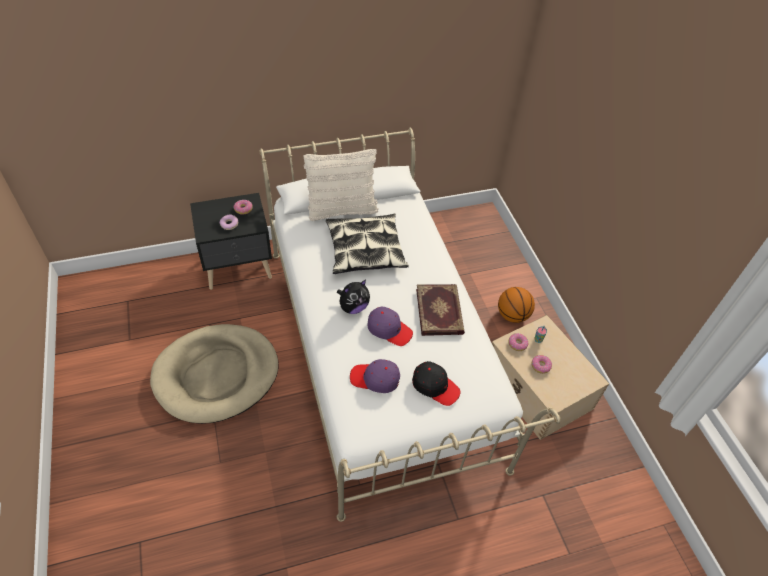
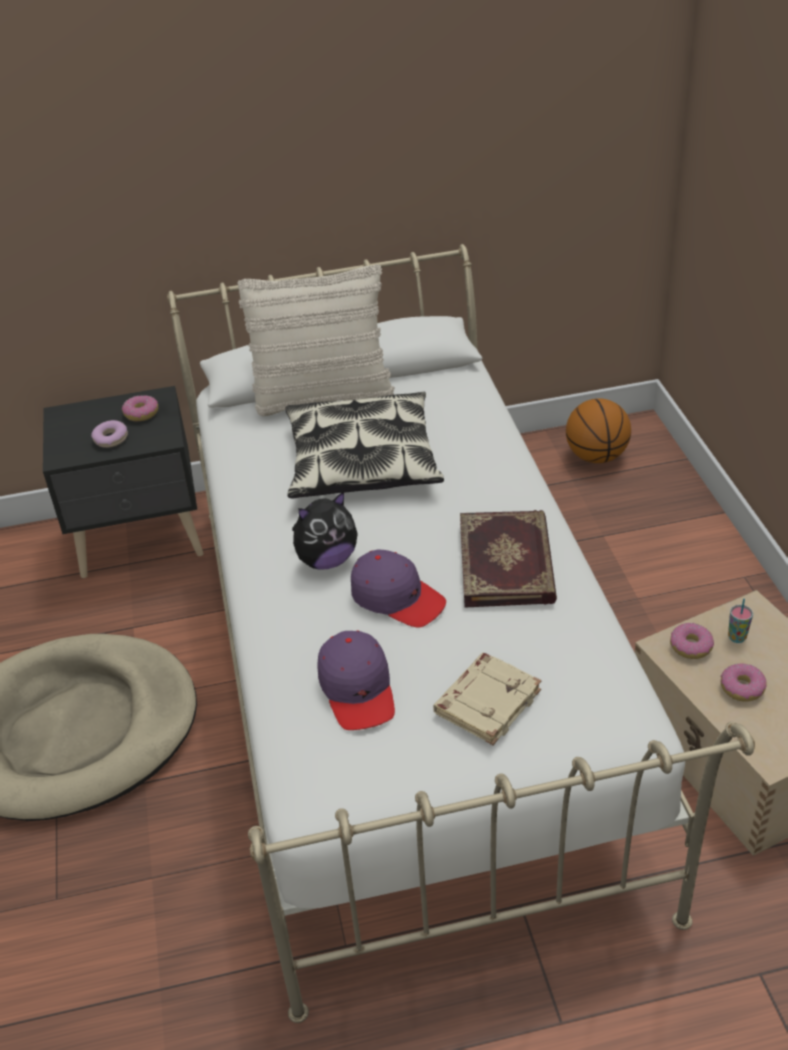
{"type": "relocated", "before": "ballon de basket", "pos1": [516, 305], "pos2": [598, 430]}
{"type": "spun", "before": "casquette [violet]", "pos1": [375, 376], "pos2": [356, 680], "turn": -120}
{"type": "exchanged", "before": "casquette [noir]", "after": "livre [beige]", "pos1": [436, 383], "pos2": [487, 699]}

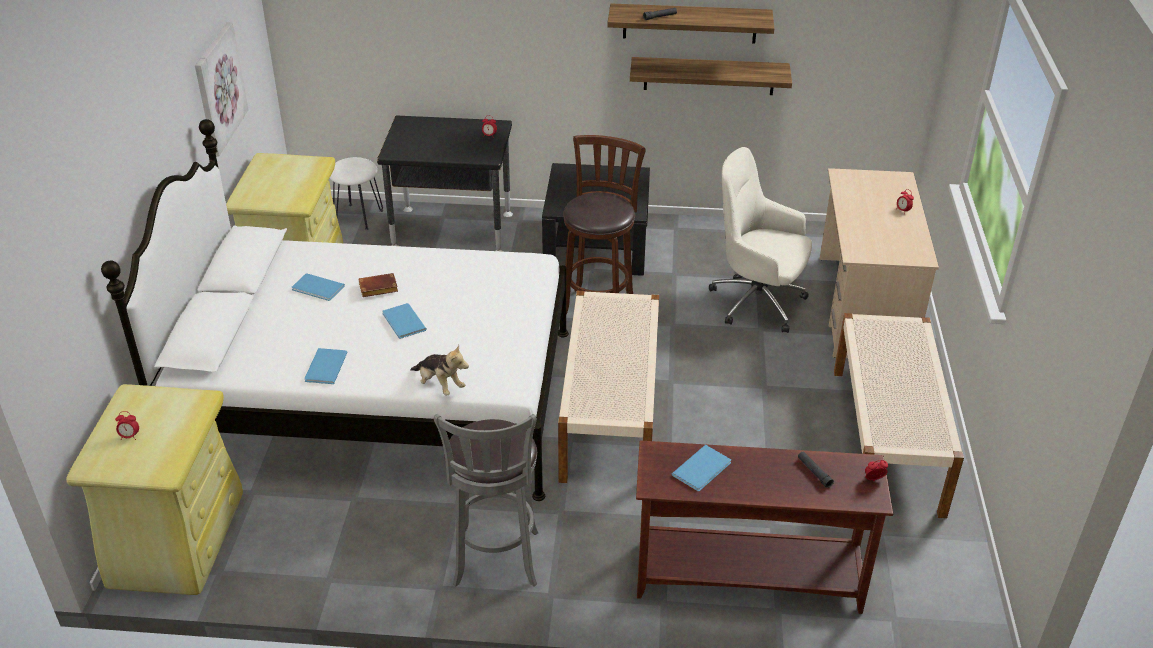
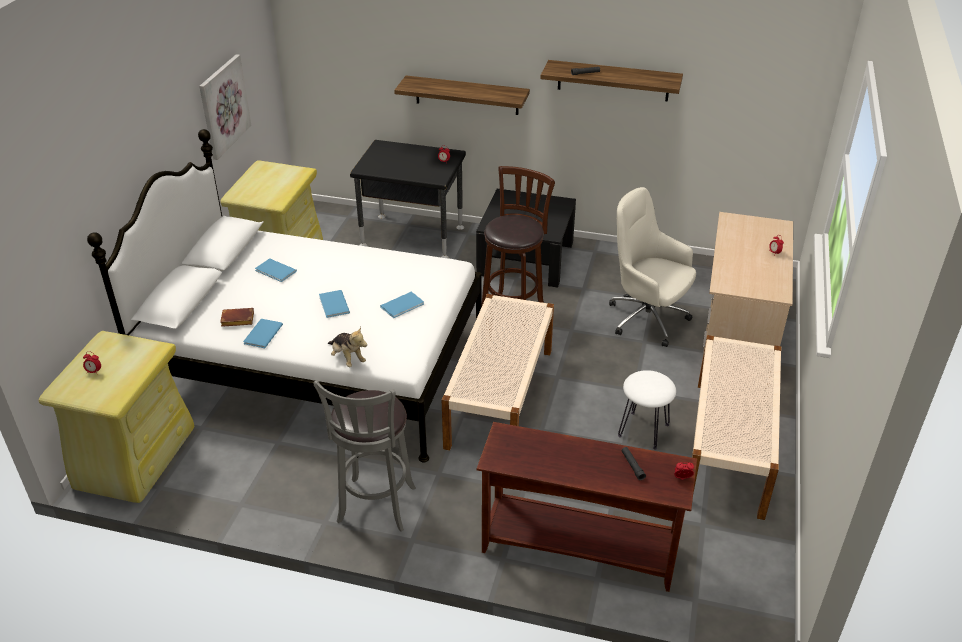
{"type": "relocated", "before": "étagère", "pos1": [711, 76], "pos2": [462, 95]}
{"type": "relocated", "before": "tabouret [blanc]", "pos1": [356, 193], "pos2": [647, 409]}
{"type": "relocated", "before": "livre [marron]", "pos1": [378, 285], "pos2": [237, 317]}
{"type": "relocated", "before": "livre [bleu]", "pos1": [701, 468], "pos2": [402, 305]}

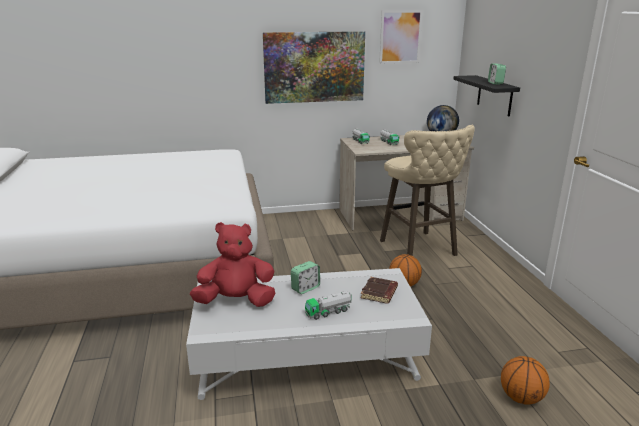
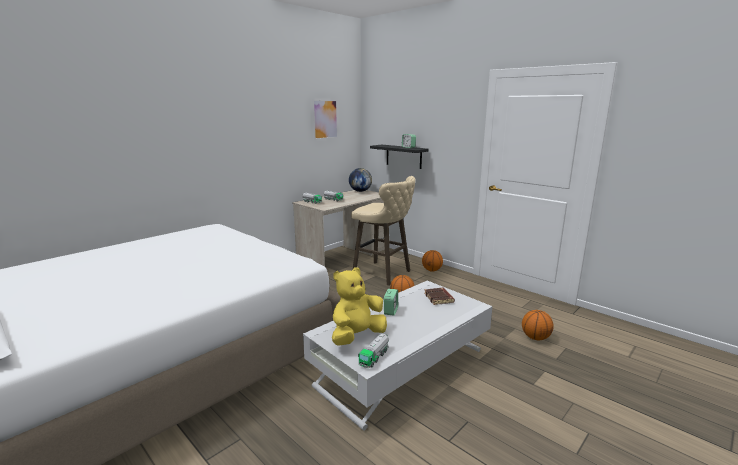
{"type": "missing", "before": "tableau", "pos1": [314, 67]}
{"type": "colour", "before": "peluche [rouge]", "after": "peluche [jaune]", "pos1": [233, 264], "pos2": [359, 306]}
{"type": "relocated", "before": "camion jouet", "pos1": [328, 305], "pos2": [373, 350]}
{"type": "appeared", "after": "ballon de basket", "pos2": [432, 261]}

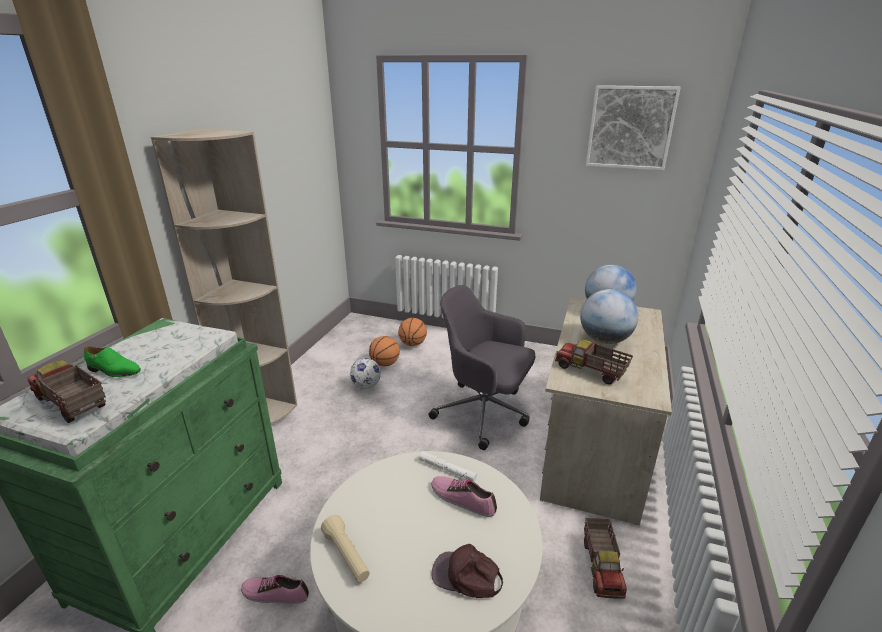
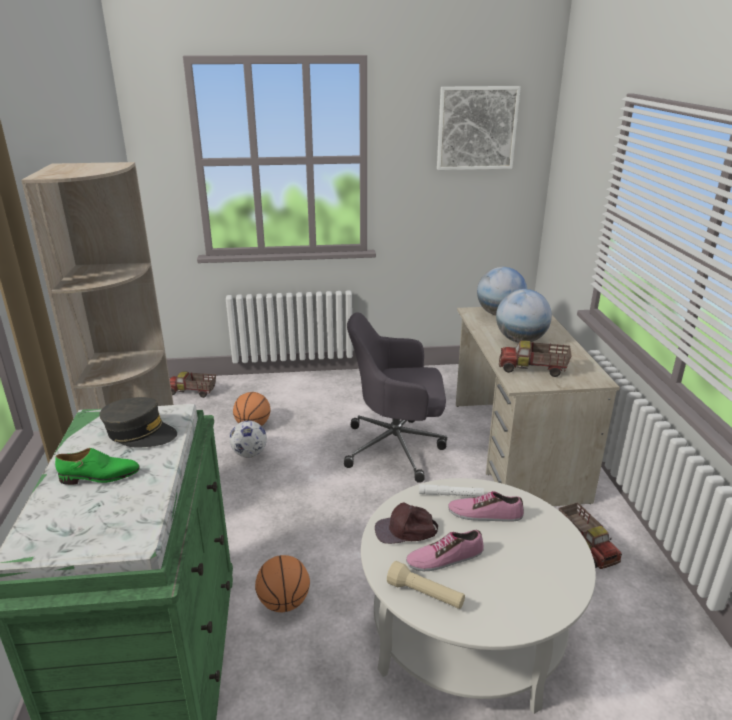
{"type": "relocated", "before": "ballon de basket", "pos1": [412, 332], "pos2": [282, 583]}
{"type": "relocated", "before": "camion jouet", "pos1": [67, 391], "pos2": [193, 385]}
{"type": "relocated", "before": "casquette [marron]", "pos1": [467, 571], "pos2": [406, 523]}
{"type": "relocated", "before": "chaussure", "pos1": [275, 589], "pos2": [445, 550]}
{"type": "appeared", "after": "casquette [gris]", "pos2": [138, 422]}

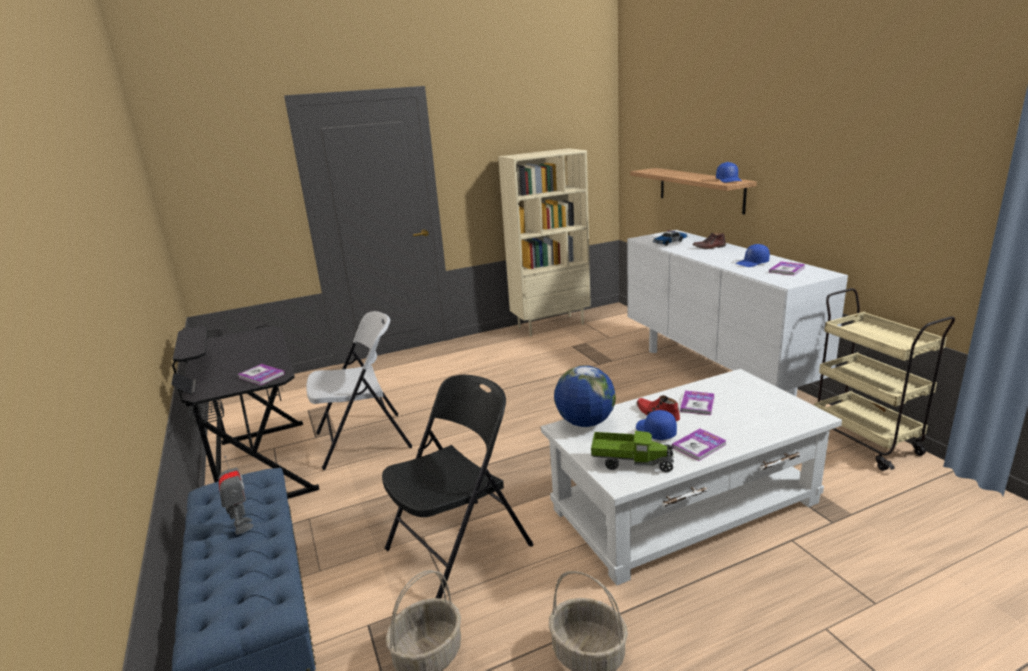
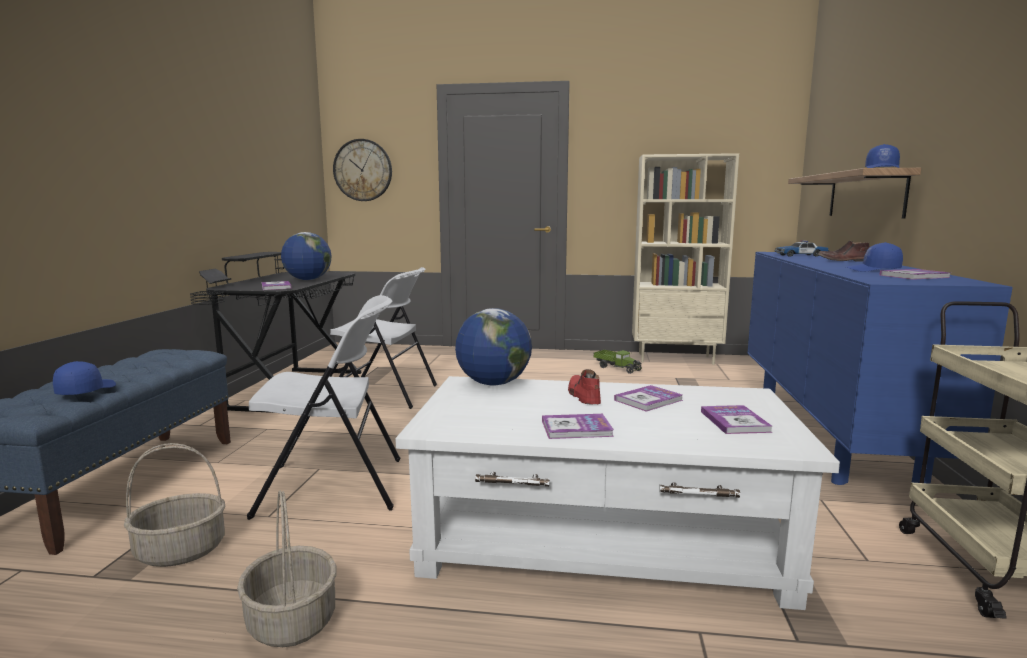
{"type": "colour", "before": "commode [blanc]", "after": "commode [bleu]", "pos1": [737, 313], "pos2": [880, 368]}
{"type": "colour", "before": "chaise [noir]", "after": "chaise [blanc]", "pos1": [457, 487], "pos2": [323, 407]}
{"type": "relocated", "before": "casquette [bleu]", "pos1": [656, 425], "pos2": [84, 378]}
{"type": "relocated", "before": "camion jouet", "pos1": [632, 451], "pos2": [618, 362]}
{"type": "missing", "before": "robot jouet", "pos1": [235, 495]}
{"type": "appeared", "after": "horloge murale", "pos2": [362, 170]}
{"type": "appeared", "after": "globe", "pos2": [306, 256]}
{"type": "appeared", "after": "livre", "pos2": [736, 419]}

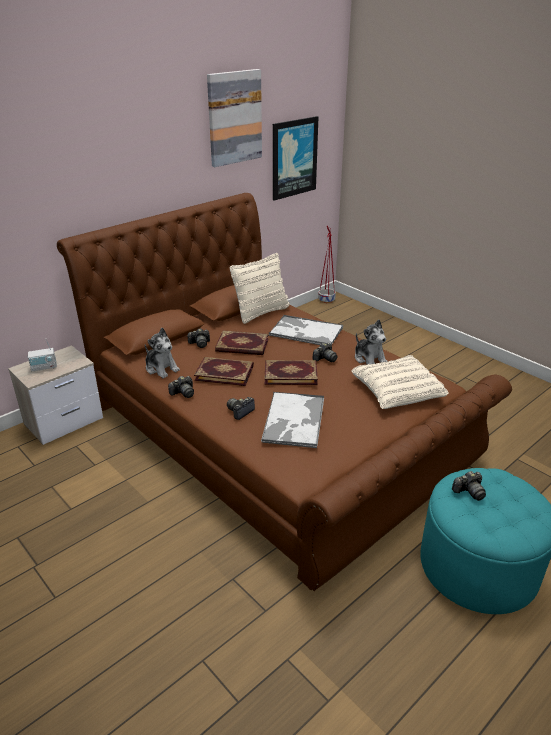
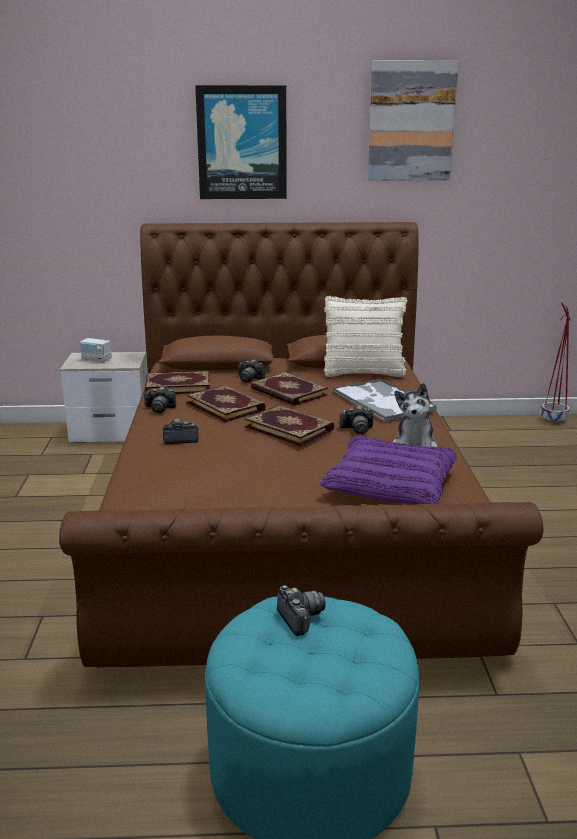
{"type": "relocated", "before": "tableau", "pos1": [296, 158], "pos2": [240, 142]}
{"type": "exchanged", "before": "peluche", "after": "livre", "pos1": [162, 353], "pos2": [177, 382]}
{"type": "colour", "before": "coussin [beige]", "after": "coussin [violet]", "pos1": [400, 382], "pos2": [388, 470]}
{"type": "missing", "before": "plateau", "pos1": [292, 420]}
{"type": "spun", "before": "appareil photo", "pos1": [469, 486], "pos2": [301, 610], "turn": -135}

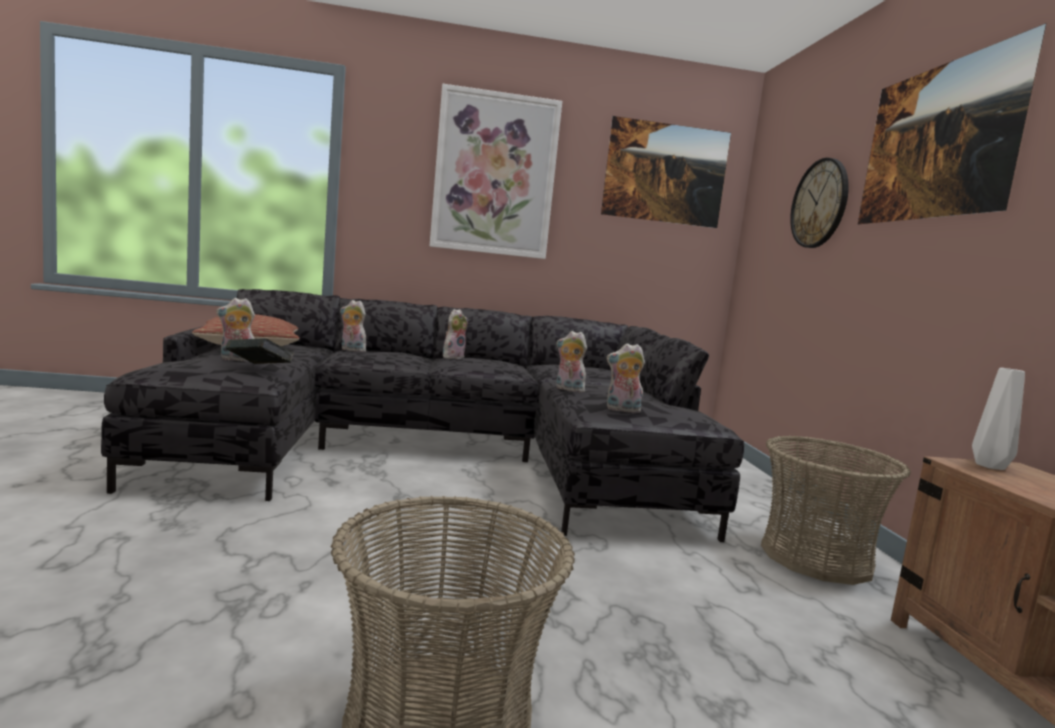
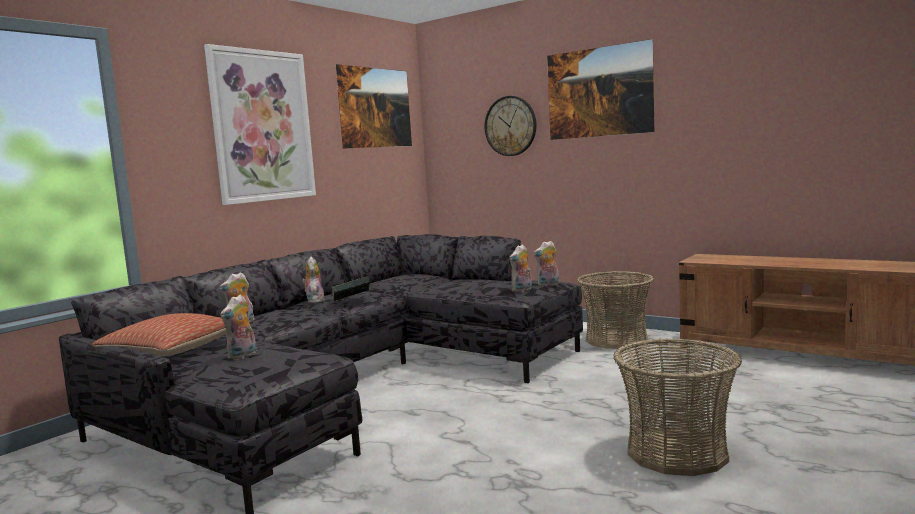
{"type": "relocated", "before": "peluche", "pos1": [571, 361], "pos2": [546, 263]}
{"type": "relocated", "before": "livre", "pos1": [259, 351], "pos2": [350, 288]}
{"type": "missing", "before": "vase [blanc]", "pos1": [998, 419]}

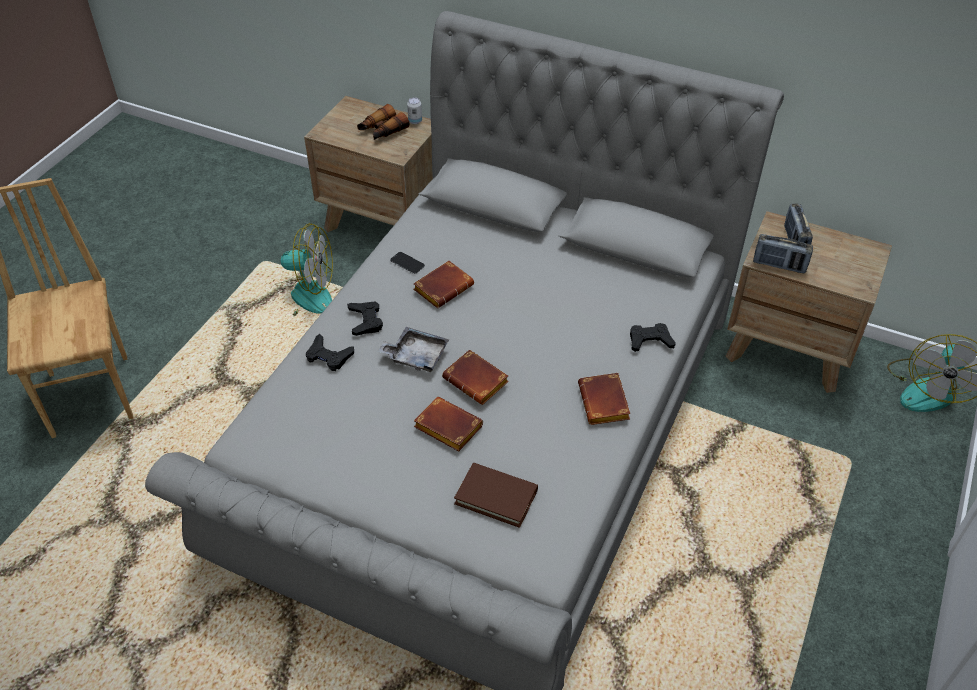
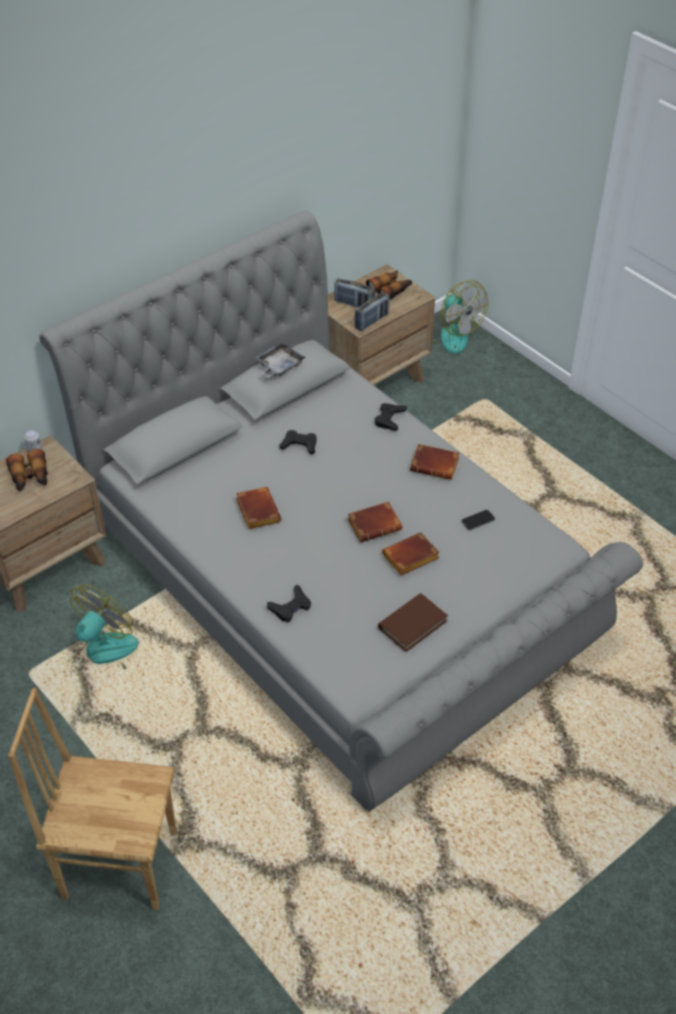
{"type": "relocated", "before": "téléphone", "pos1": [407, 263], "pos2": [478, 520]}
{"type": "relocated", "before": "manette [noir]", "pos1": [365, 318], "pos2": [298, 442]}
{"type": "relocated", "before": "plateau [gris]", "pos1": [413, 349], "pos2": [279, 360]}
{"type": "relocated", "before": "livre [marron]", "pos1": [496, 495], "pos2": [413, 622]}
{"type": "appeared", "after": "jumelles", "pos2": [389, 284]}

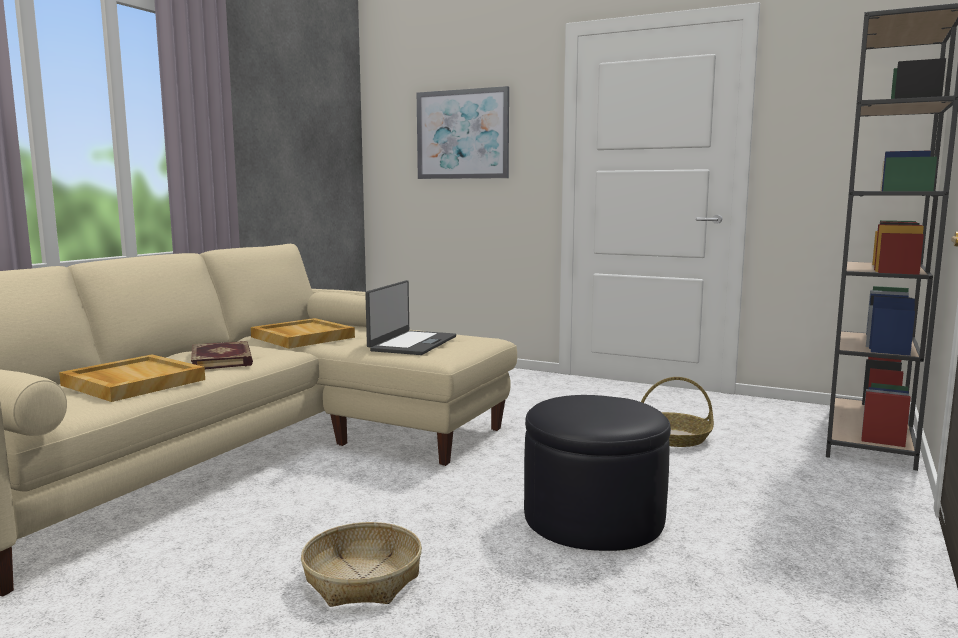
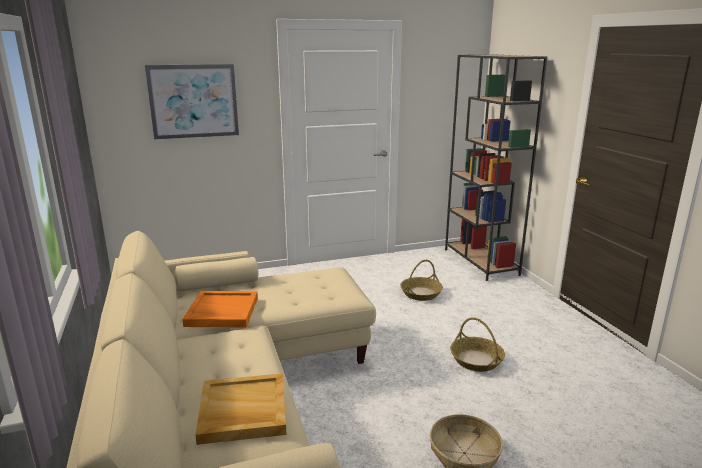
{"type": "missing", "before": "ordinateur portable", "pos1": [410, 317]}
{"type": "colour", "before": "plateau [beige]", "after": "plateau [orange]", "pos1": [303, 333], "pos2": [220, 309]}
{"type": "missing", "before": "livre", "pos1": [222, 355]}
{"type": "exchanged", "before": "pouf [noir]", "after": "panier", "pos1": [597, 473], "pos2": [477, 344]}

